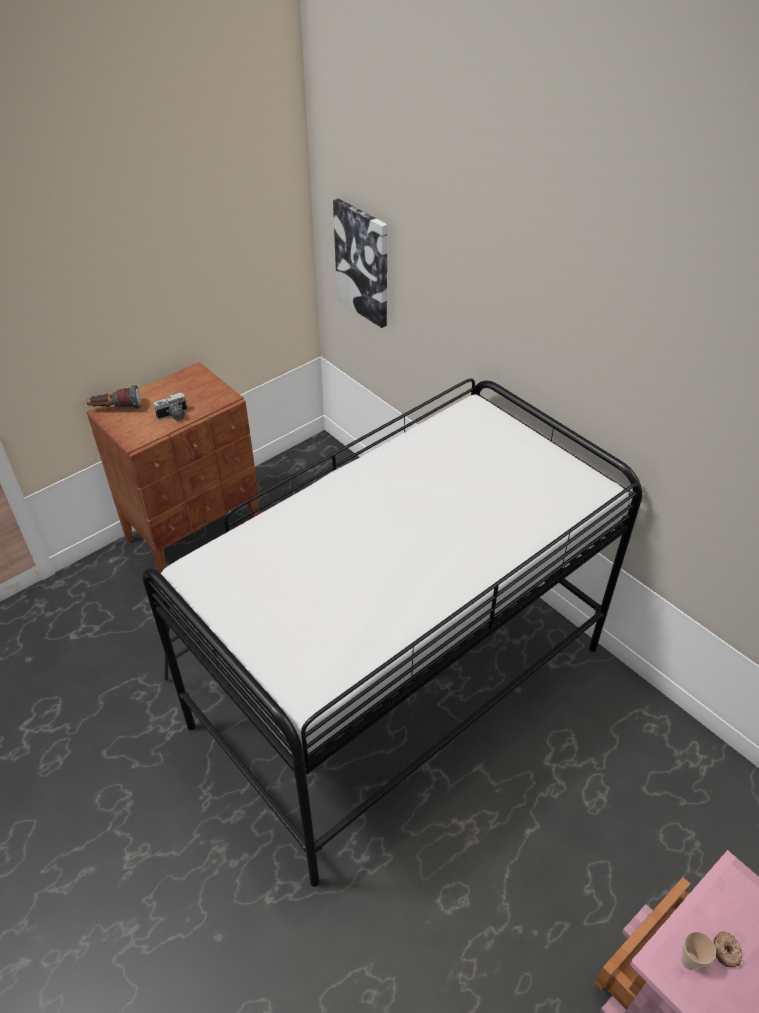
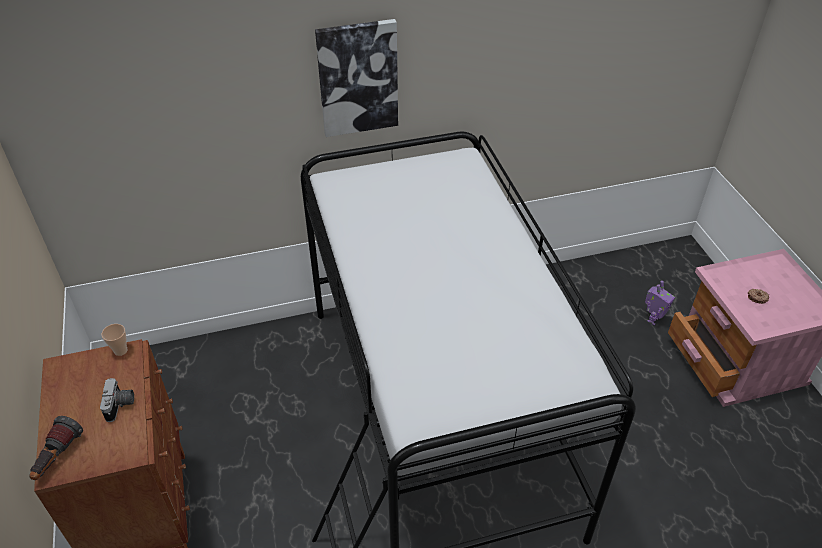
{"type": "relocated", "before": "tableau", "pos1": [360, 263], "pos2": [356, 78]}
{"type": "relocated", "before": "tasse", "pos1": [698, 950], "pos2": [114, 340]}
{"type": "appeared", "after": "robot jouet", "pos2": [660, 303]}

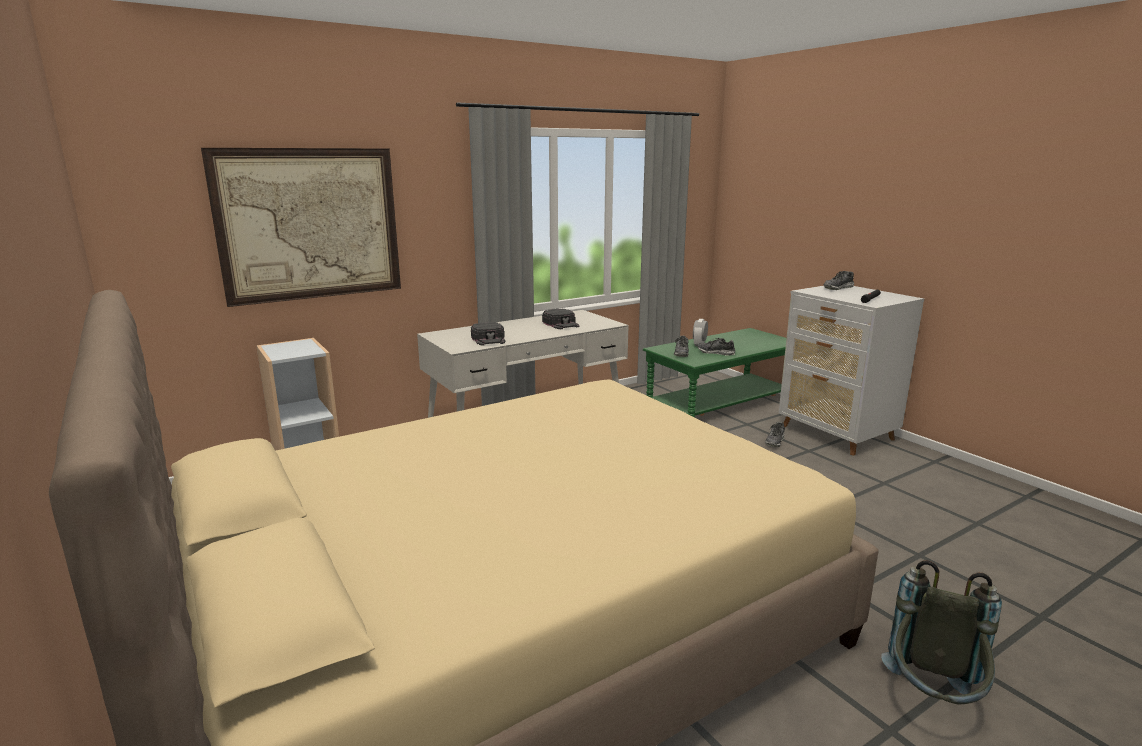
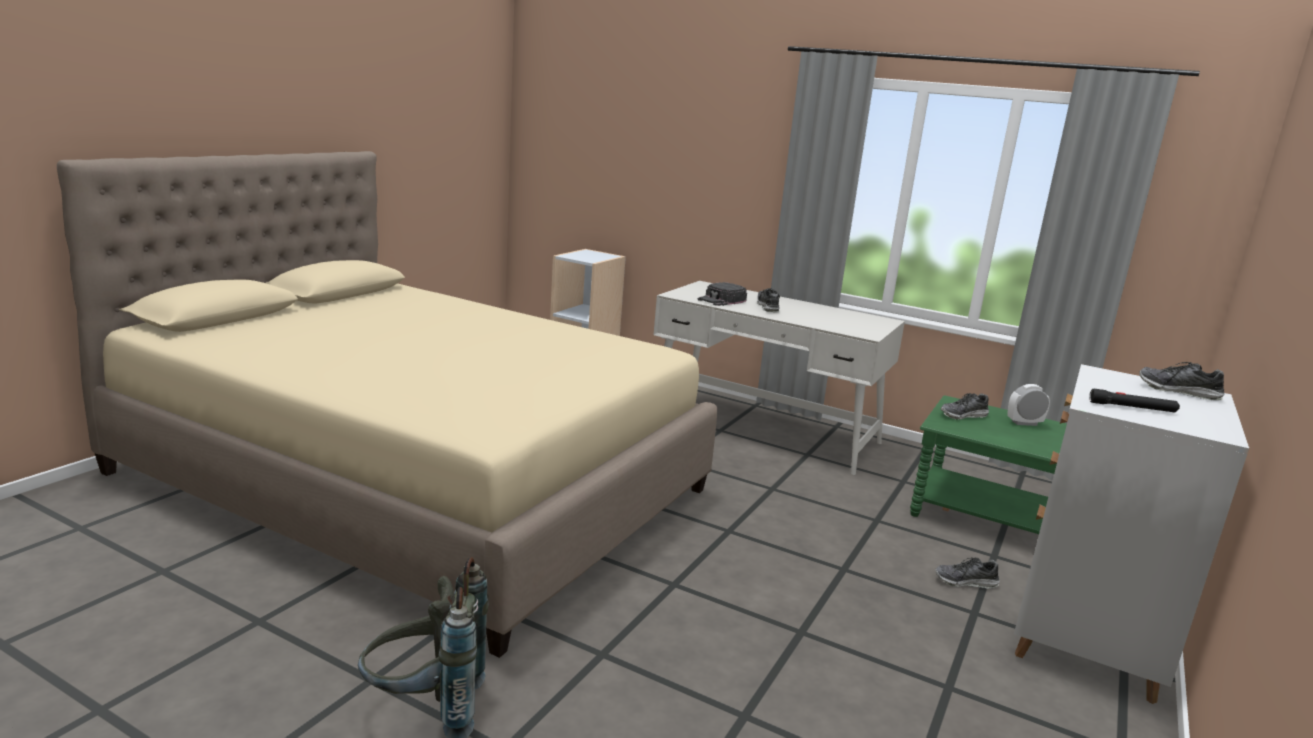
{"type": "missing", "before": "tableau", "pos1": [301, 227]}
{"type": "missing", "before": "casquette [noir]", "pos1": [560, 319]}
{"type": "relocated", "before": "chaussure", "pos1": [716, 347], "pos2": [768, 300]}

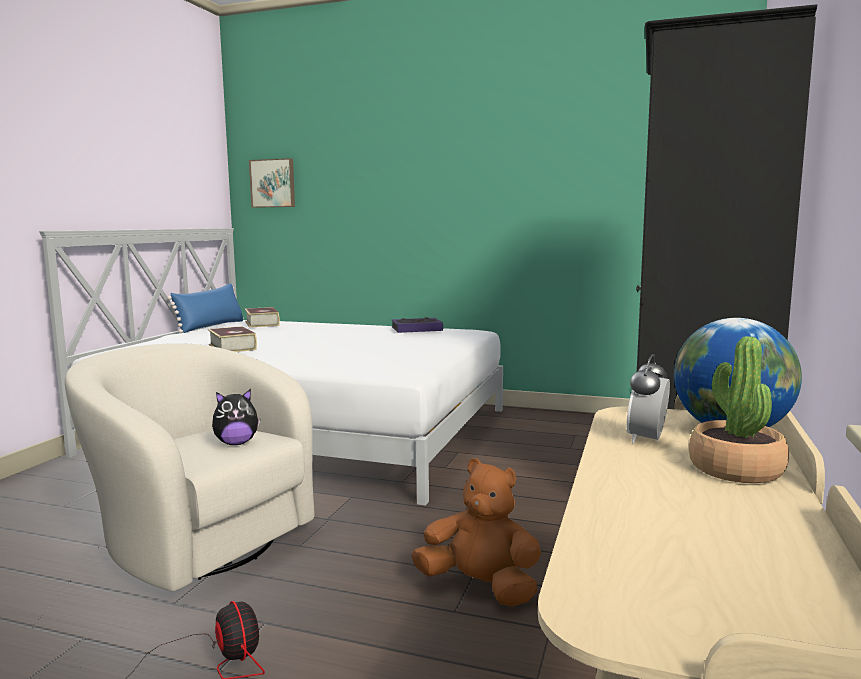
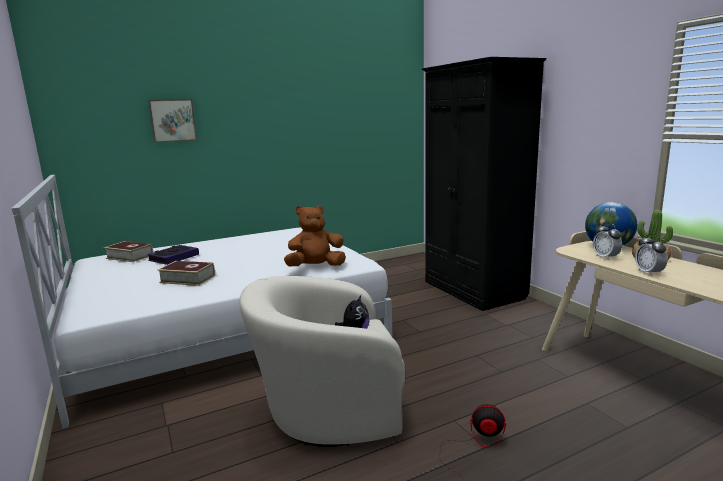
{"type": "relocated", "before": "tableau", "pos1": [272, 183], "pos2": [172, 120]}
{"type": "missing", "before": "coussin [bleu]", "pos1": [205, 308]}
{"type": "relocated", "before": "livre", "pos1": [417, 325], "pos2": [173, 255]}
{"type": "relocated", "before": "peluche [marron]", "pos1": [476, 533], "pos2": [315, 236]}
{"type": "appeared", "after": "réveil", "pos2": [651, 255]}

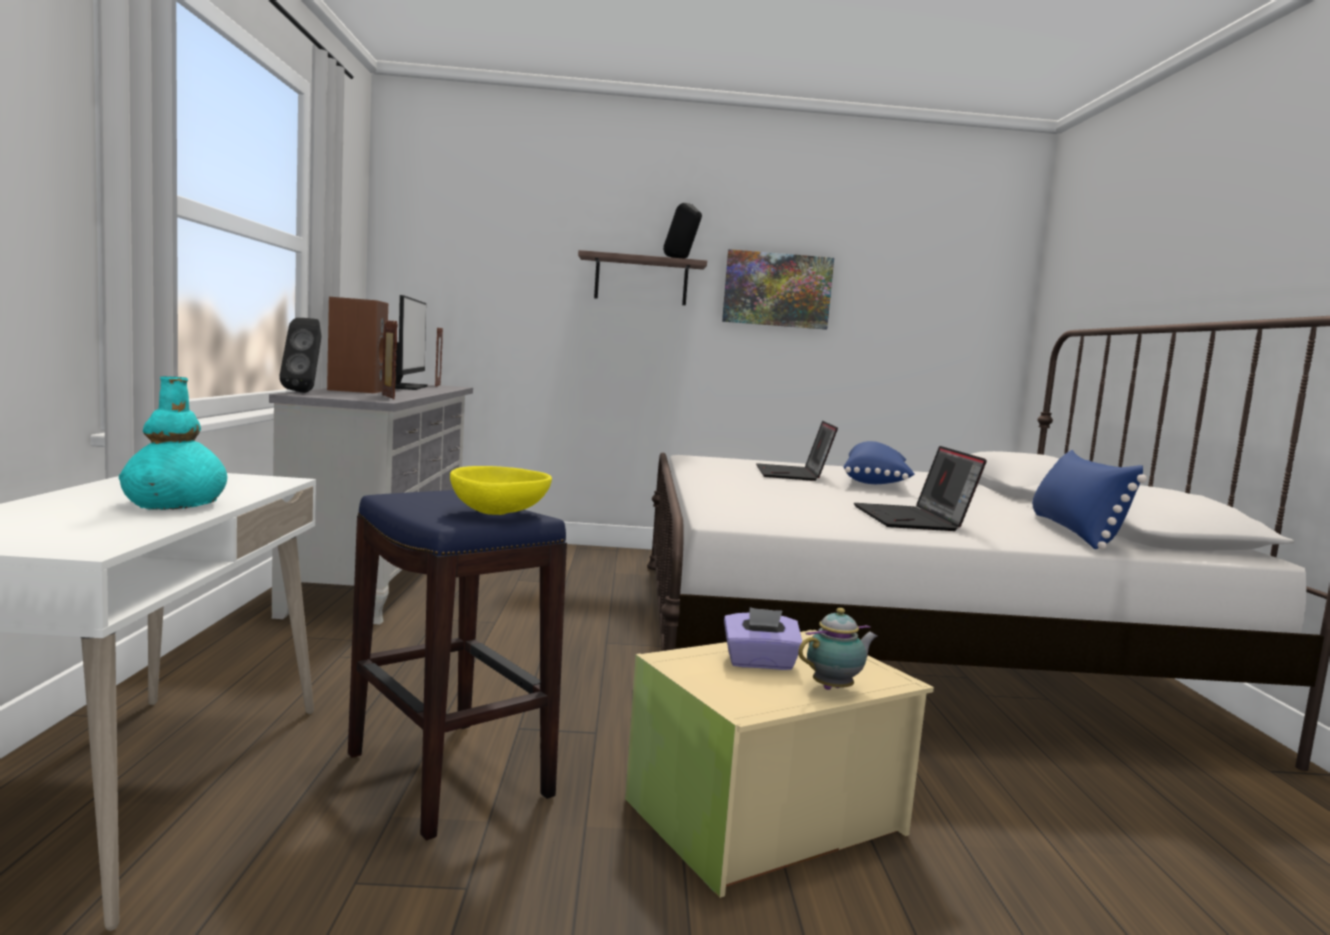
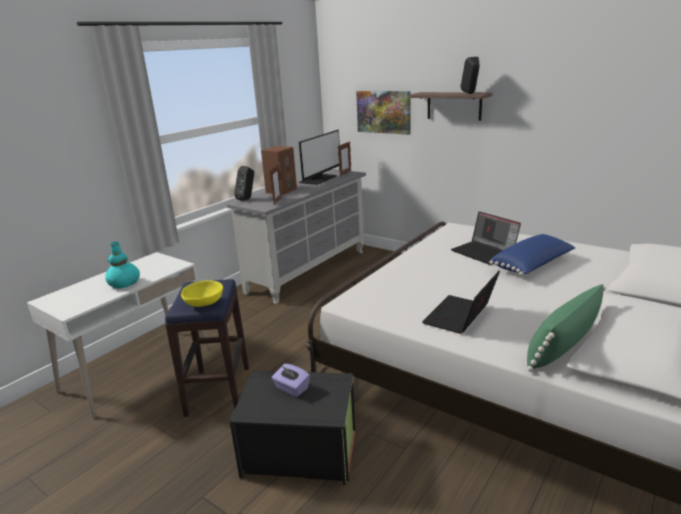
{"type": "relocated", "before": "tableau", "pos1": [778, 289], "pos2": [383, 113]}
{"type": "spun", "before": "ordinateur portable", "pos1": [797, 451], "pos2": [486, 238], "turn": -75}
{"type": "colour", "before": "coussin [bleu]", "after": "coussin [vert]", "pos1": [1089, 500], "pos2": [566, 327]}
{"type": "missing", "before": "théière", "pos1": [838, 649]}
{"type": "colour", "before": "boîte de rangement [beige]", "after": "boîte de rangement [noir]", "pos1": [779, 764], "pos2": [292, 427]}

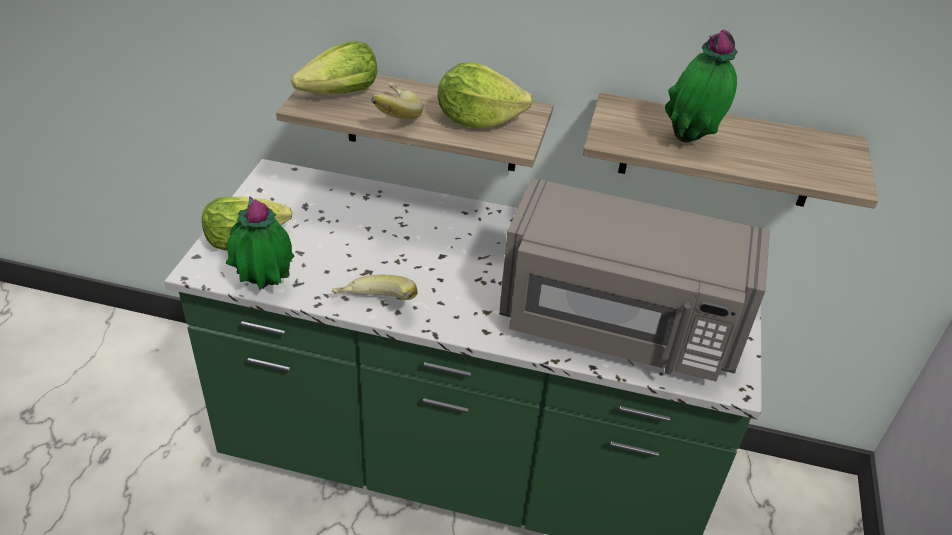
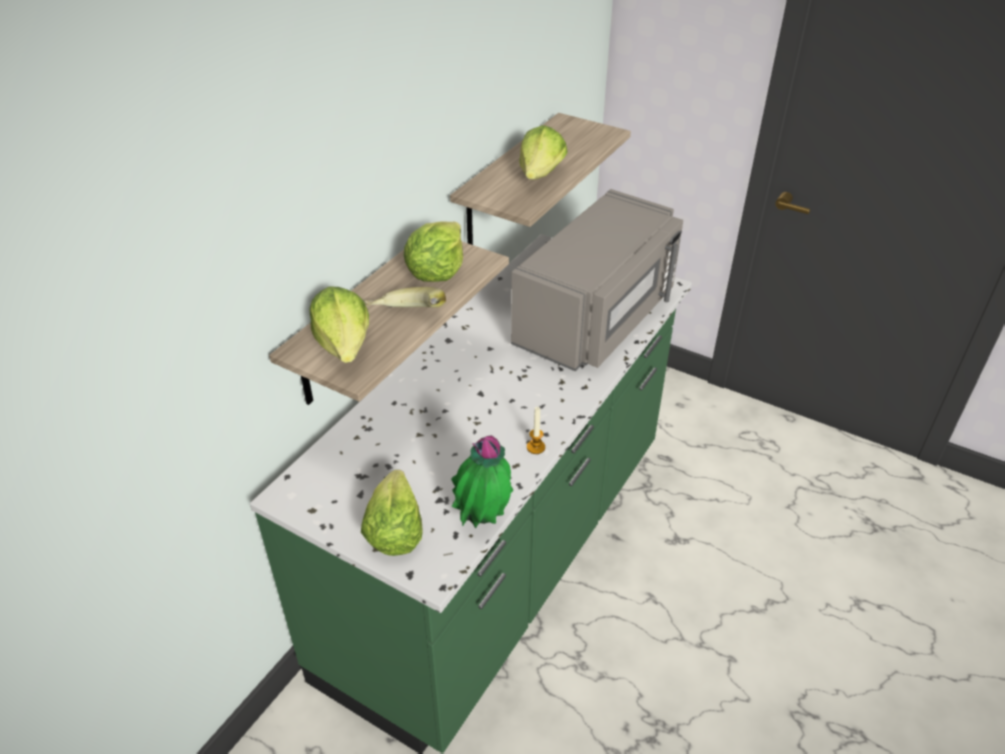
{"type": "exchanged", "before": "plante en pot", "after": "laitue", "pos1": [701, 85], "pos2": [543, 152]}
{"type": "exchanged", "before": "banane", "after": "bougie", "pos1": [375, 287], "pos2": [536, 430]}

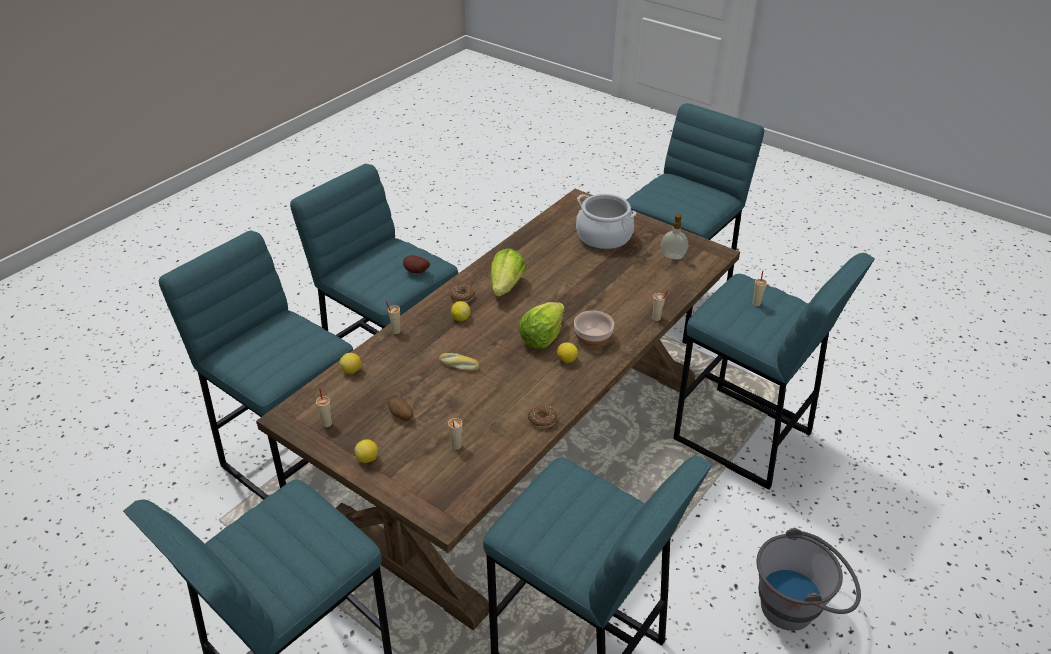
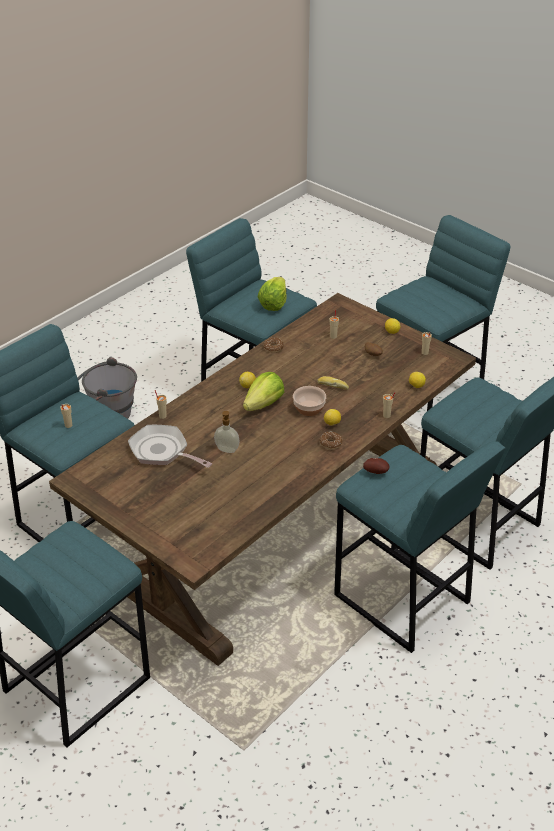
{"type": "missing", "before": "marmite", "pos1": [606, 222]}
{"type": "relocated", "before": "distributeur de savon", "pos1": [674, 235], "pos2": [226, 432]}
{"type": "relocated", "before": "laitue", "pos1": [508, 272], "pos2": [272, 294]}
{"type": "relocated", "before": "bol", "pos1": [594, 329], "pos2": [309, 401]}
{"type": "appeared", "after": "poêle", "pos2": [170, 446]}

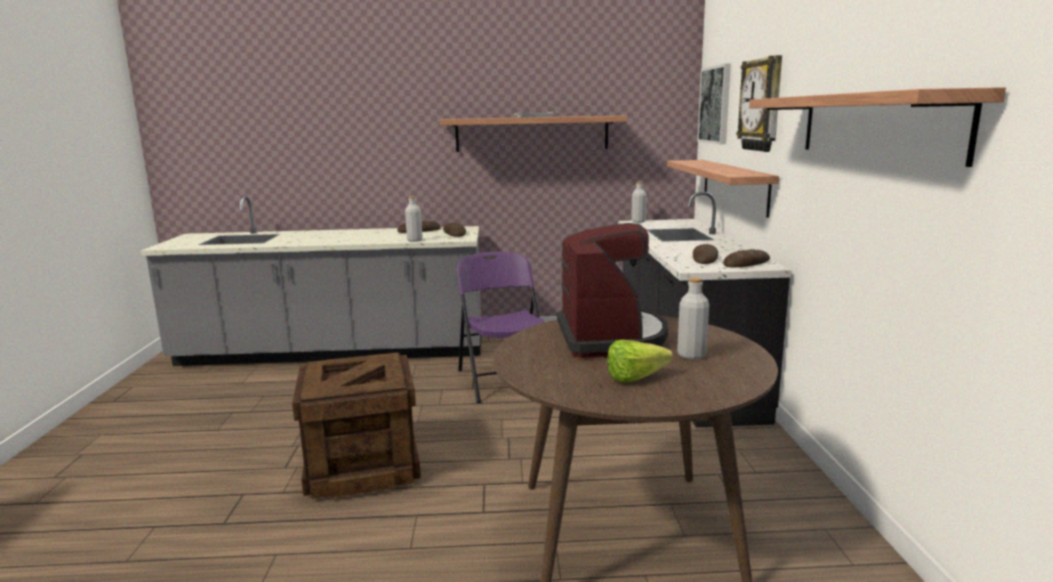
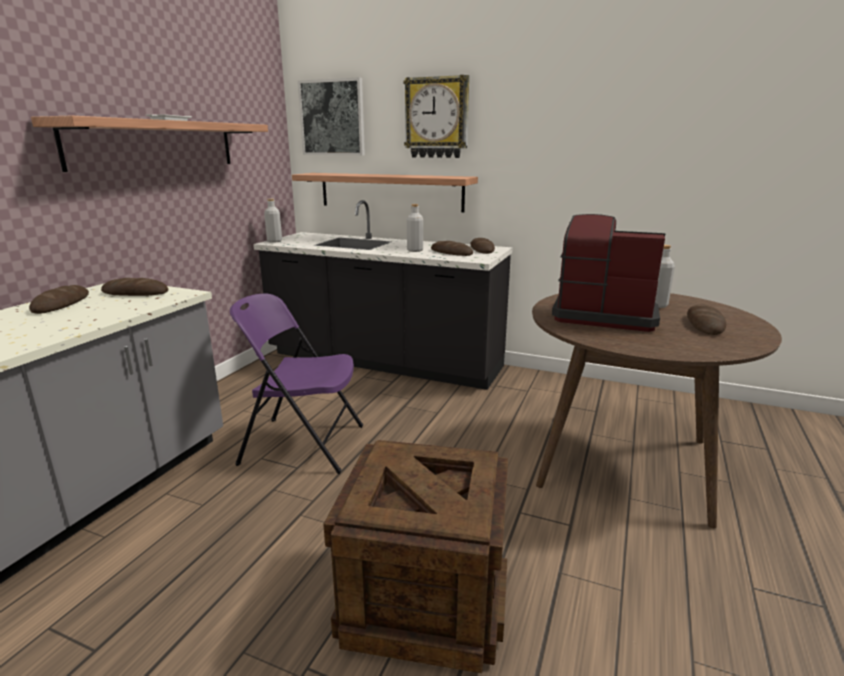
{"type": "missing", "before": "étagère", "pos1": [877, 127]}
{"type": "relocated", "before": "bouteille [gris]", "pos1": [414, 219], "pos2": [415, 228]}
{"type": "exchanged", "before": "laitue", "after": "pain", "pos1": [640, 361], "pos2": [706, 319]}

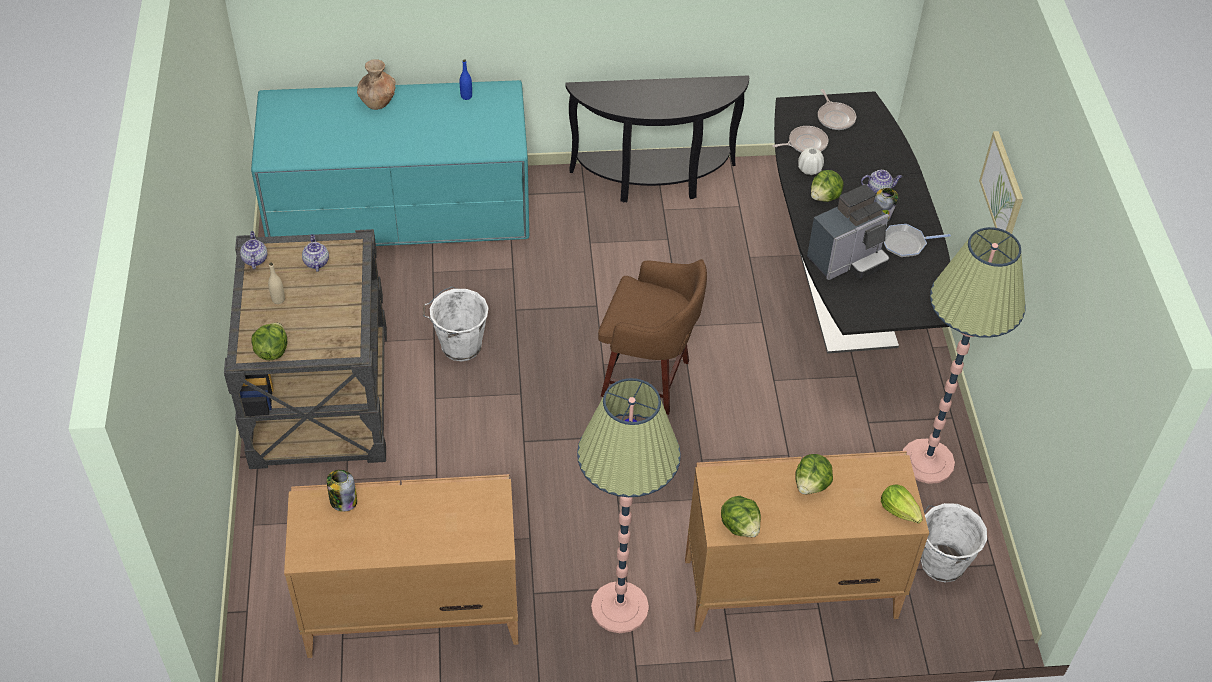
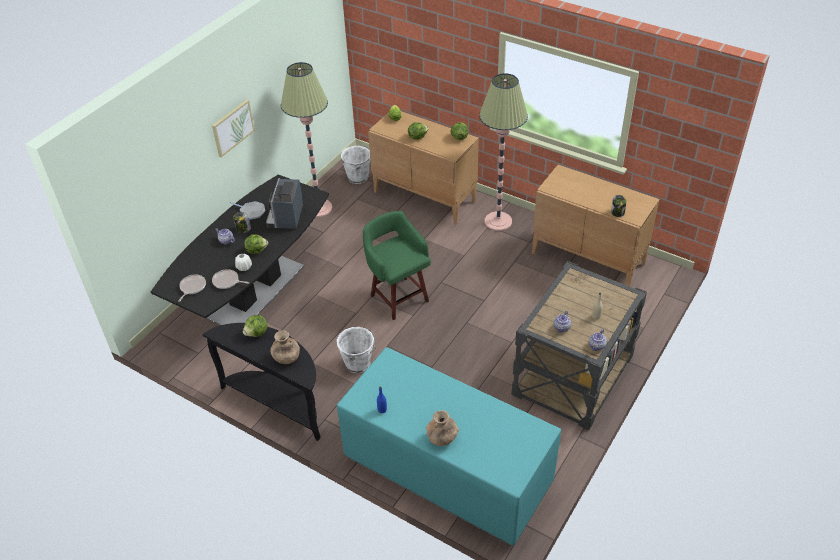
{"type": "spun", "before": "machine à café", "pos1": [848, 232], "pos2": [284, 203], "turn": -90}
{"type": "colour", "before": "tabouret [marron]", "after": "tabouret [vert]", "pos1": [652, 337], "pos2": [396, 265]}
{"type": "relocated", "before": "seau [blanc]", "pos1": [456, 323], "pos2": [356, 350]}
{"type": "relocated", "before": "laitue", "pos1": [269, 341], "pos2": [255, 326]}
{"type": "appeared", "after": "vase [marron]", "pos2": [285, 347]}

